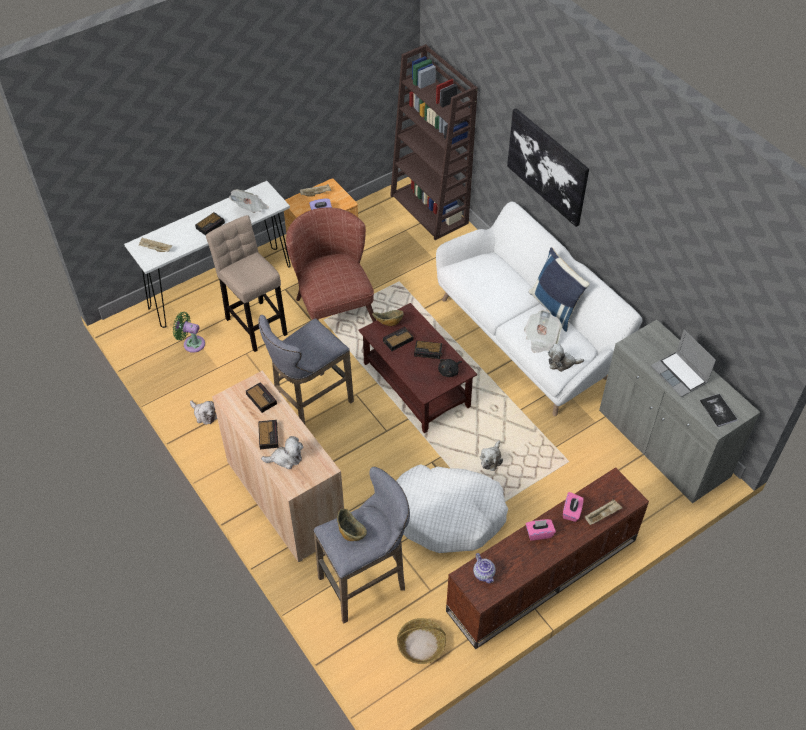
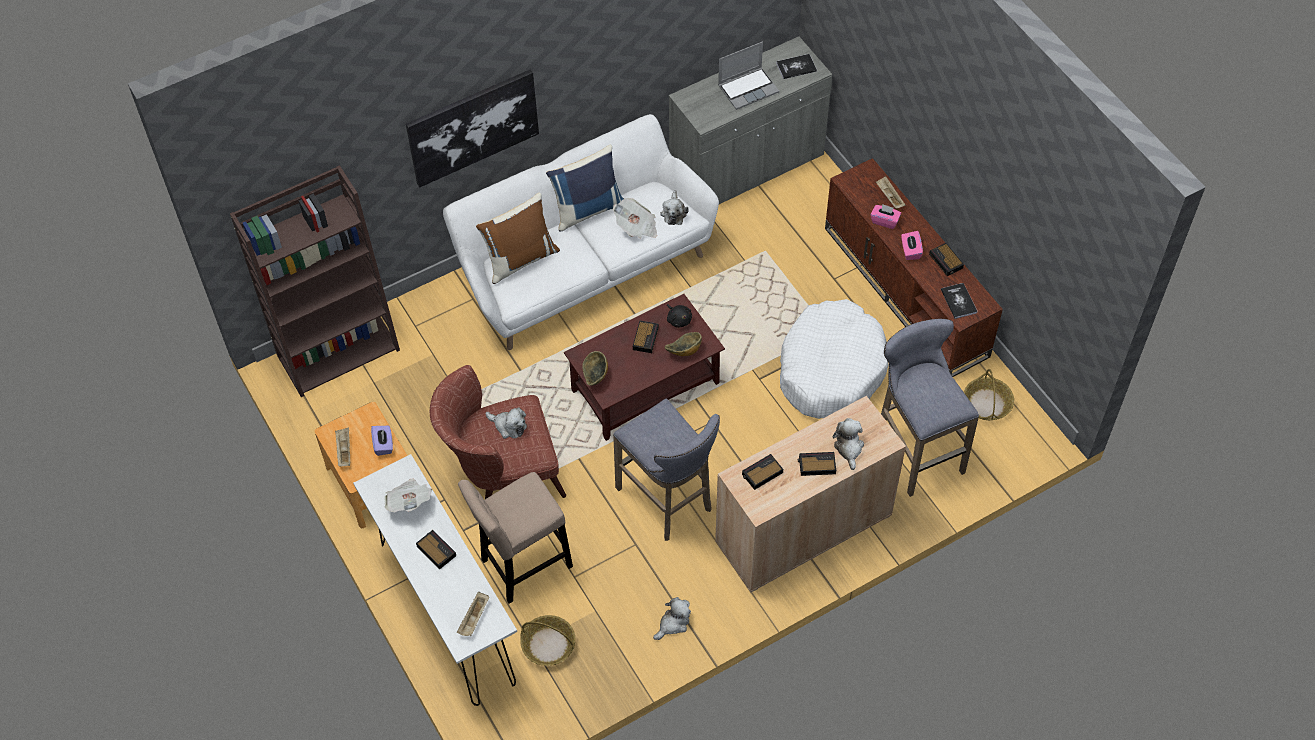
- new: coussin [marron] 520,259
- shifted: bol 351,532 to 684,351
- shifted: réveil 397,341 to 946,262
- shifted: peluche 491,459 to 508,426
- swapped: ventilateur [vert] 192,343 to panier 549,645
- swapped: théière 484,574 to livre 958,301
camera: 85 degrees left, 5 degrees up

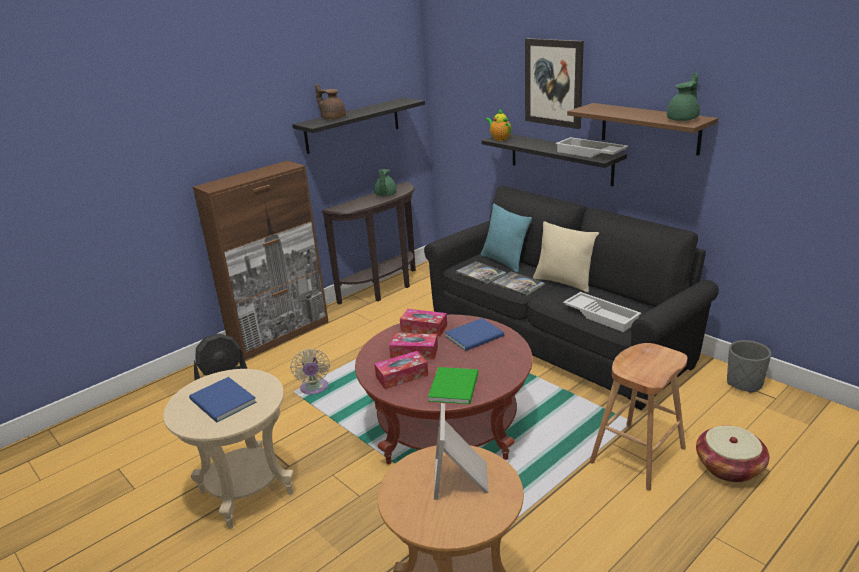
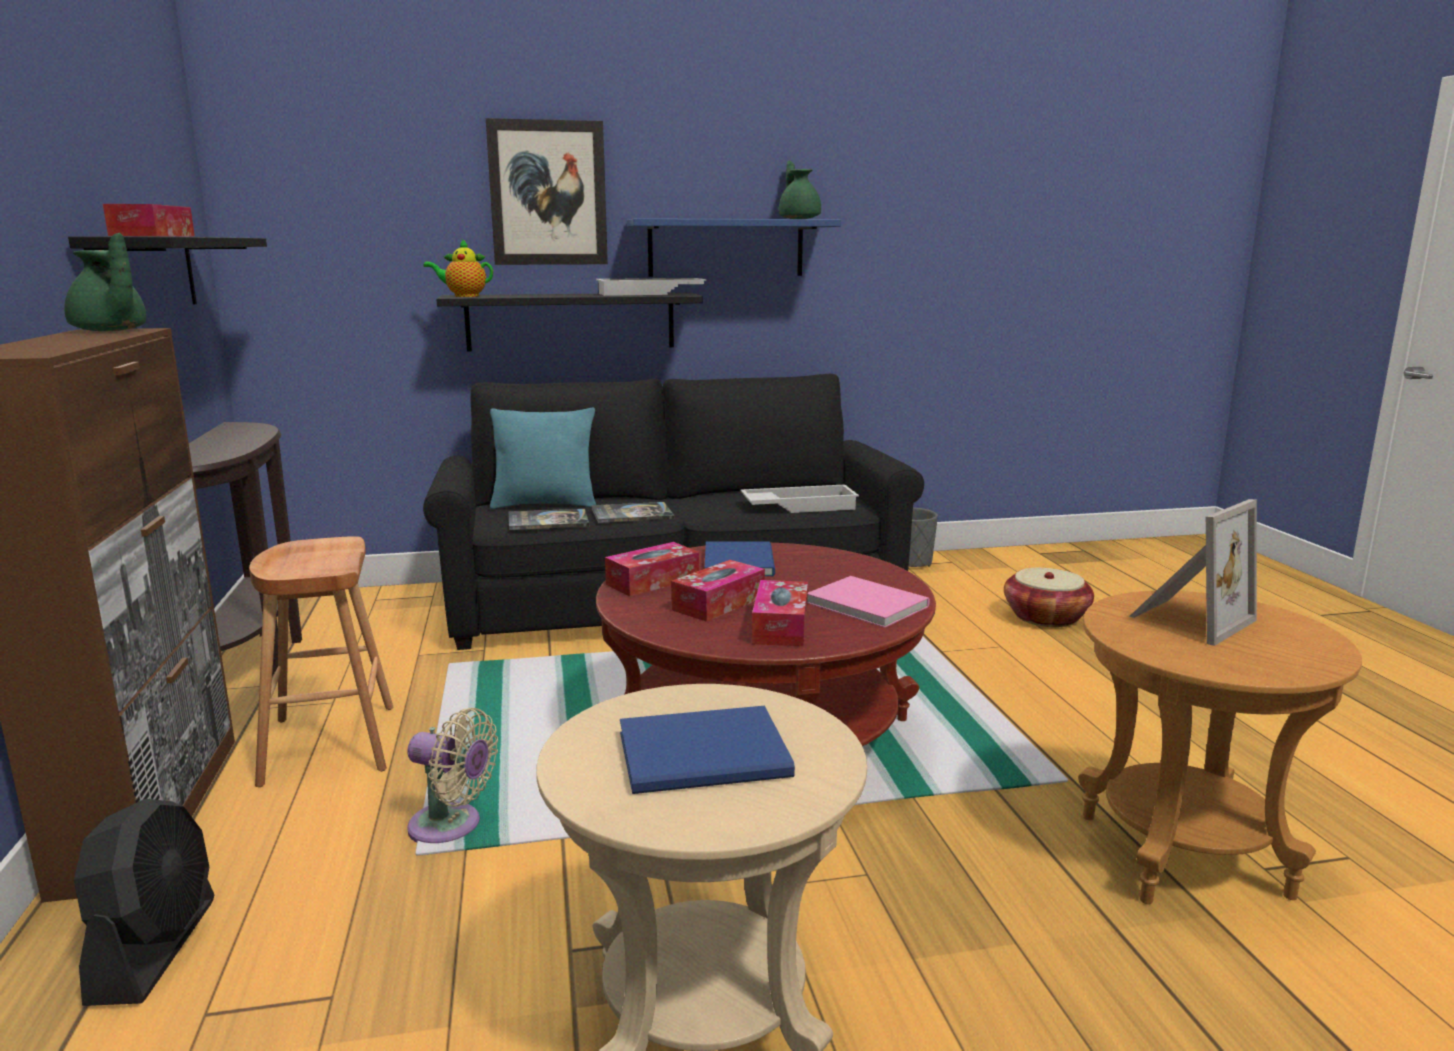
- gone: coussin [beige] 564,282
- shifted: théière [vert] 385,195 to 110,331
- shifted: tabouret [marron] 637,455 to 330,744
- swapped: théière [marron] 333,118 to boîte à mouchoirs 153,236
- repainted: livre [vert] 455,386 to livre [rose] 866,603
- repainted: étagère [marron] 649,128 to étagère [bleu] 726,248
- rotated: cadre photo 462,478 = 1187,619 75 degrees counterclockwise
camera: 60 degrees left, 10 degrees down

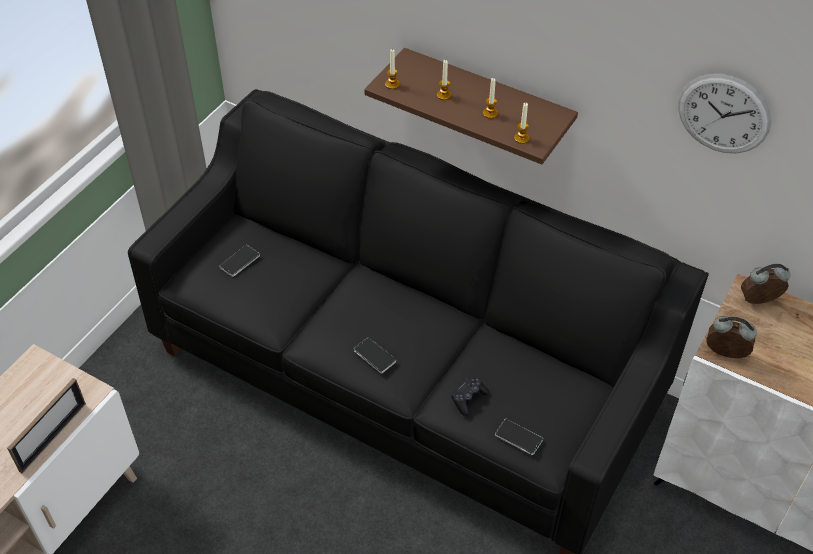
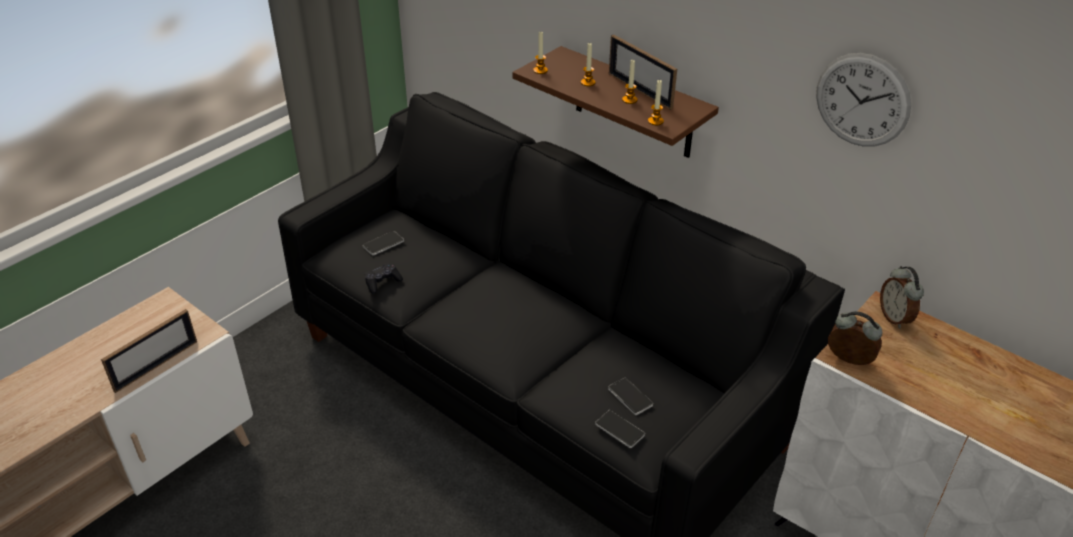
- new: cadre photo 640,90
- shifted: téléphone 374,356 to 630,397
- shifted: manette [noir] 468,398 to 382,282
- rotated: réveil 759,302 = 895,318 105 degrees counterclockwise
camera: 10 degrees right, 10 degrees down

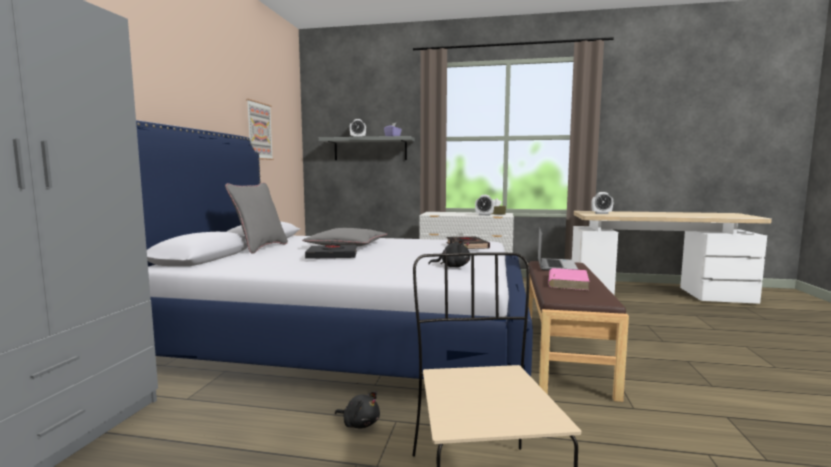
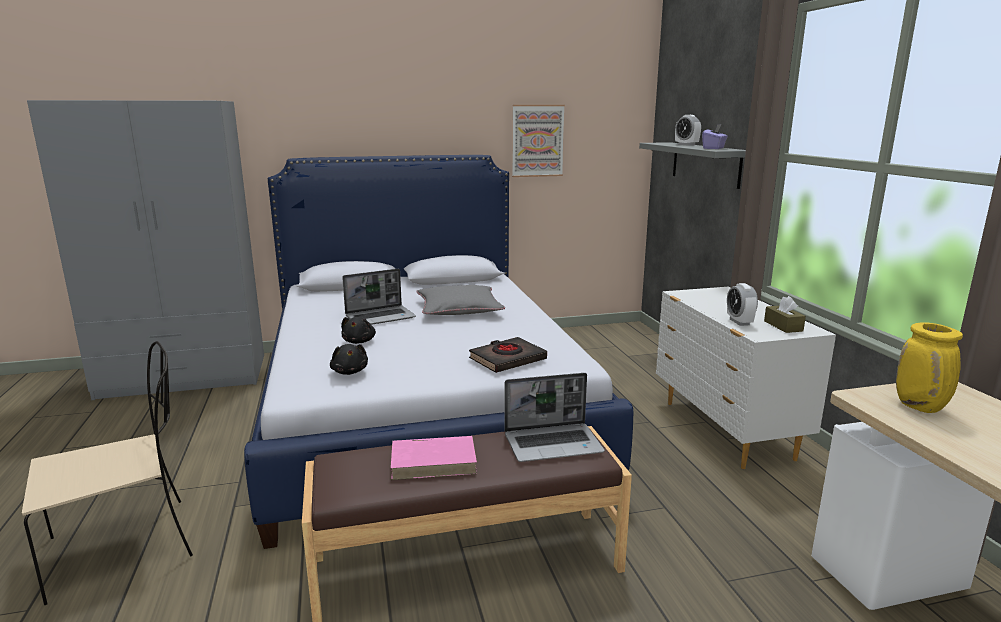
- gone: coussin [gris] 260,248
- shifted: peluche [noir] 359,423 to 359,341
- swapped: livre [noir] 332,256 to ordinateur portable 381,317
- swapped: réveil 601,213 to vase [jaune] 921,407
camera: 65 degrees right, 10 degrees up

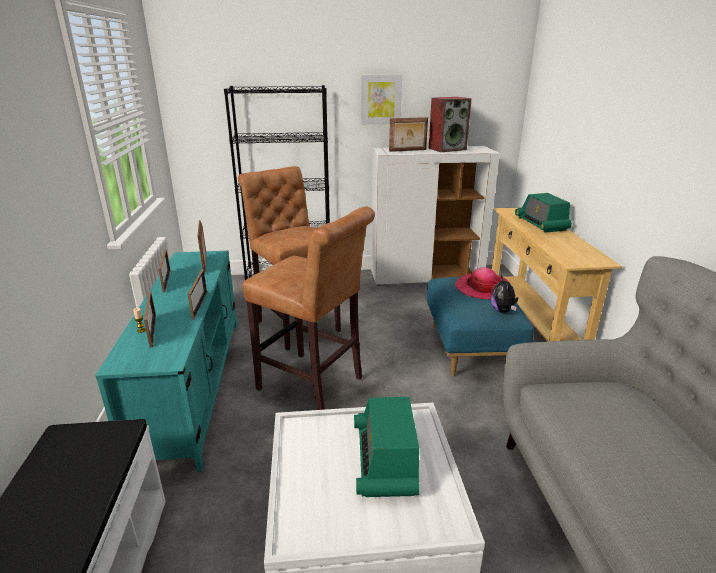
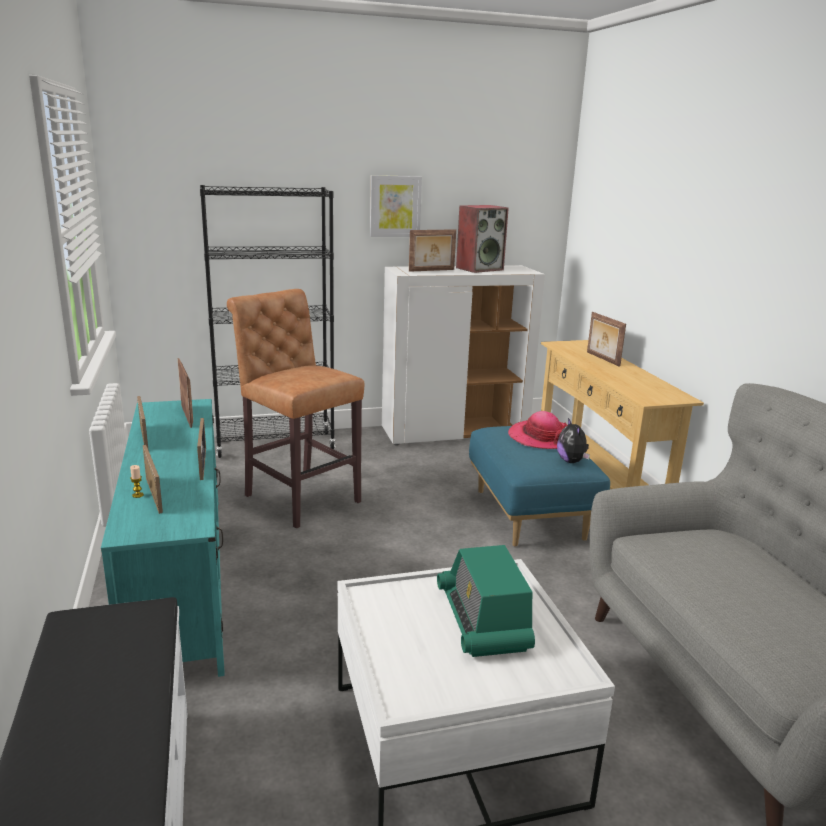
- gone: tabouret [marron] 314,385
- swapped: radio 541,224 to cadre photo 602,359
camera: 10 degrees left, 5 degrees down

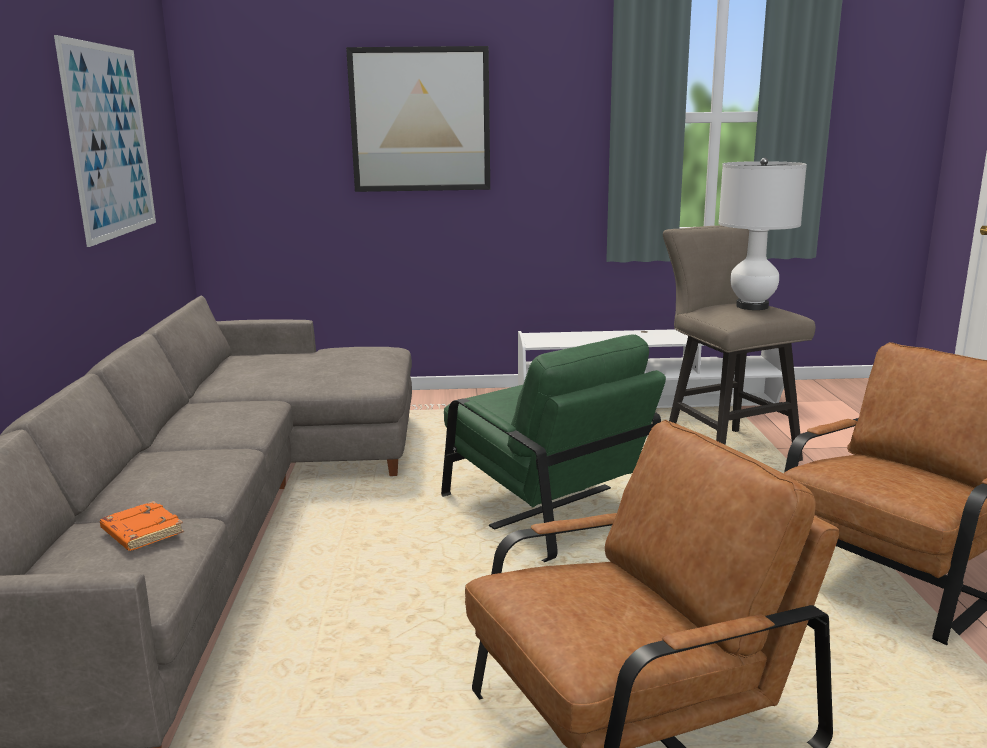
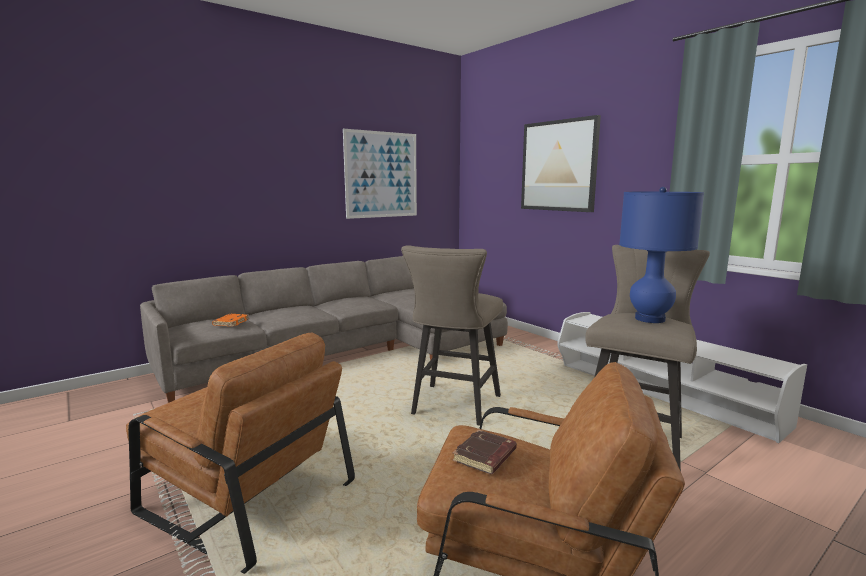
- new: livre [marron] 485,457
- swapped: fauteuil [vert] 547,505 to tabouret [beige] 453,407
- repainted: lampe de table [blanc] 752,306 to lampe de table [bleu] 649,319
camera: 55 degrees right, 5 degrees down

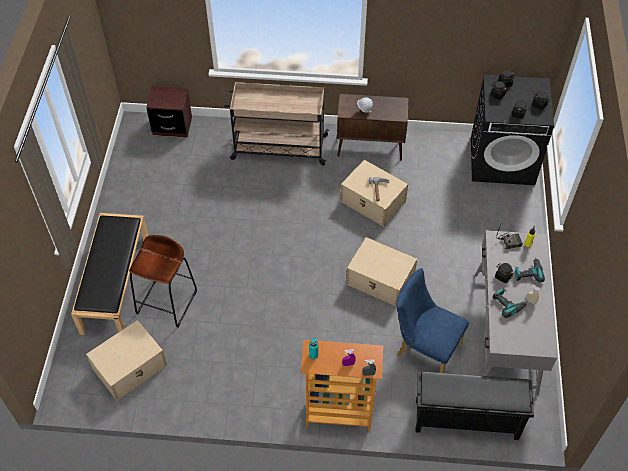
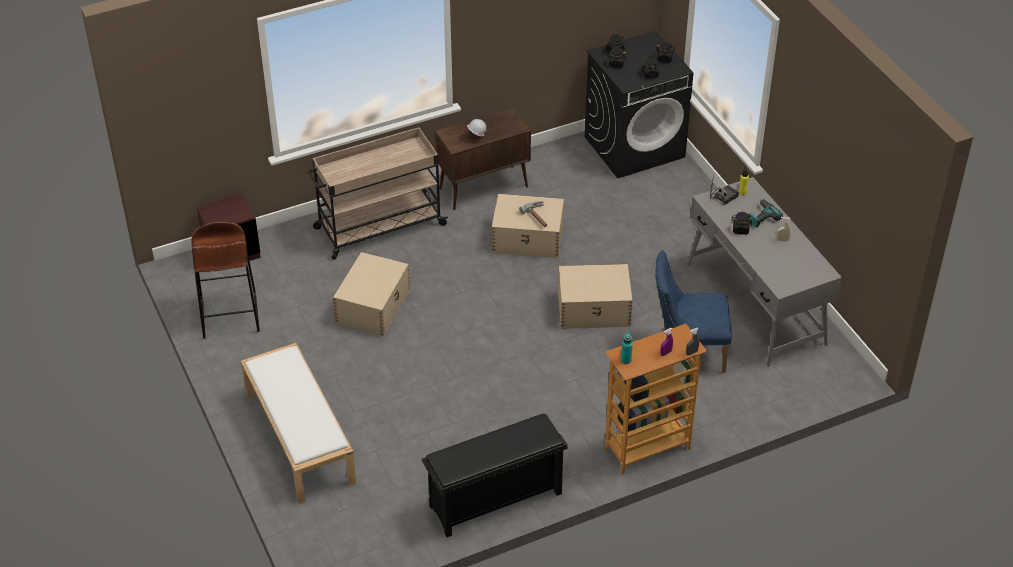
- gone: perceuse 507,304
- shifted: boîte de rangement [beige] 130,367 to 373,306
- shifted: tabouret [marron] 167,302 to 230,315
- shifted: étagère à chaussures [noir] 465,420 to 494,501
- repainted: banc [noir] 115,283 to banc [blanc] 298,437
camera: 30 degrees left, 10 degrees down

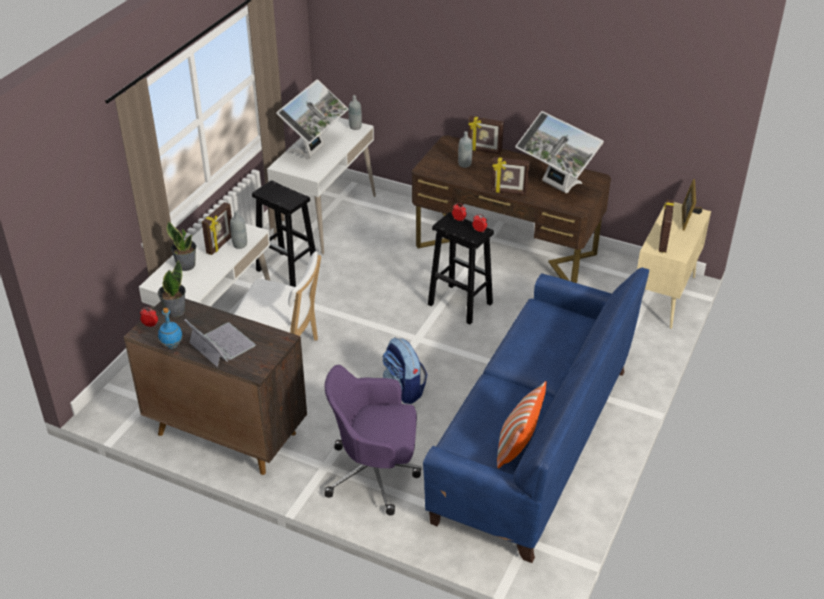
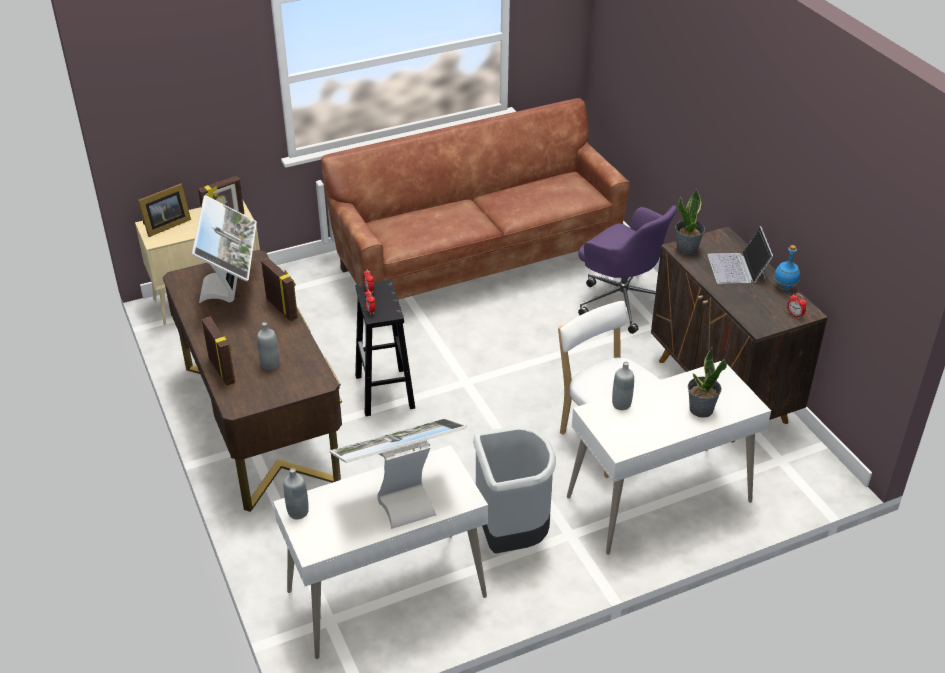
- gone: cadre photo 221,244
- gone: sac à dos 404,390
- gone: coussin 517,447
- shifted: plante en pot 174,311 to 687,249
- swapped: tabouret [noir] 288,270 to poubelle [gris] 511,537
- repainted: canapé [bleu] 534,442 to canapé [marron] 478,261
camera: 140 degrees left, 0 degrees up

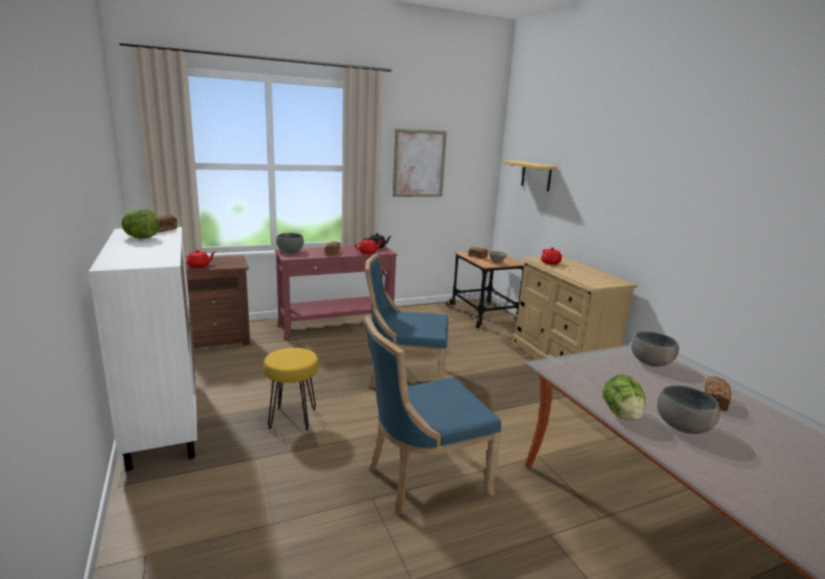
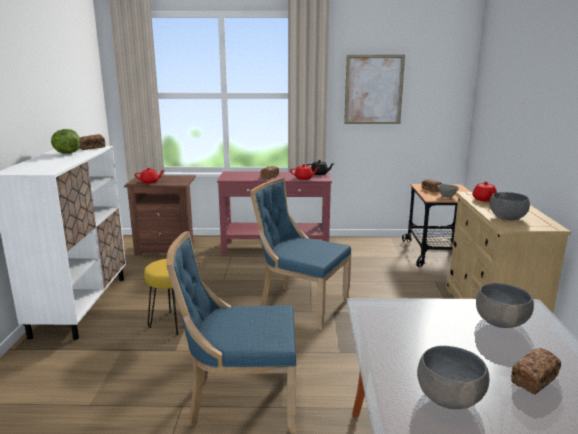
- gone: étagère 536,176
- gone: laitue 621,414
- shifted: bol [gris] 290,251 to 507,217
camera: 25 degrees right, 0 degrees up

